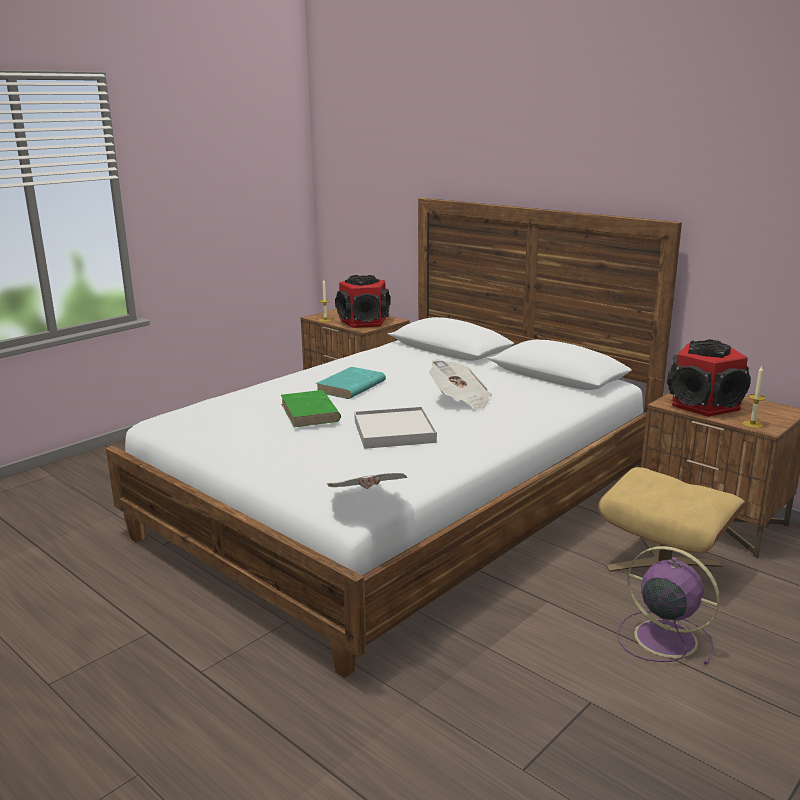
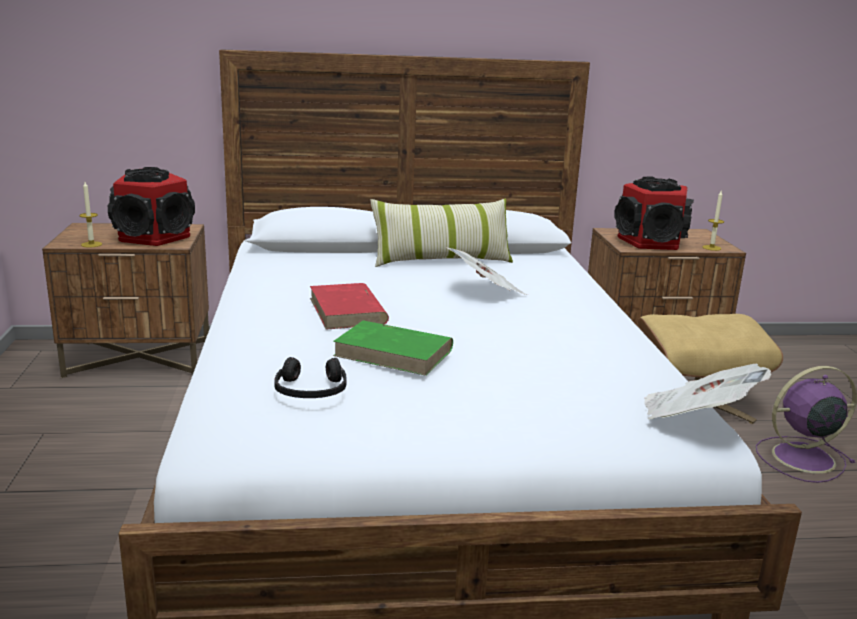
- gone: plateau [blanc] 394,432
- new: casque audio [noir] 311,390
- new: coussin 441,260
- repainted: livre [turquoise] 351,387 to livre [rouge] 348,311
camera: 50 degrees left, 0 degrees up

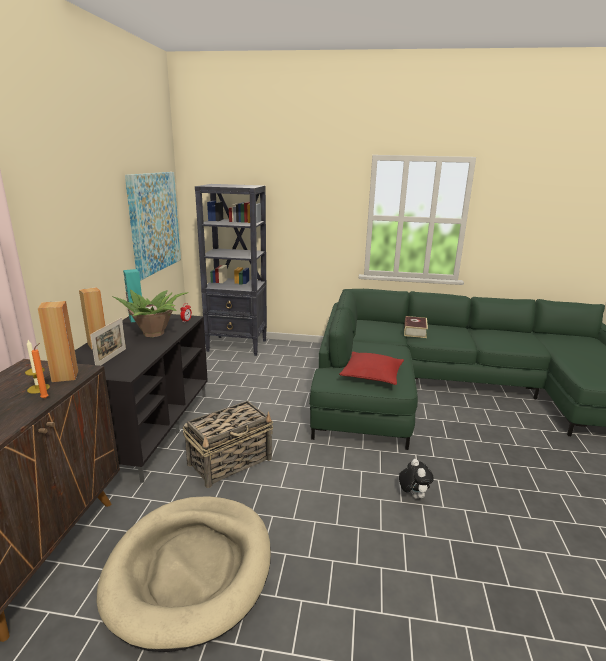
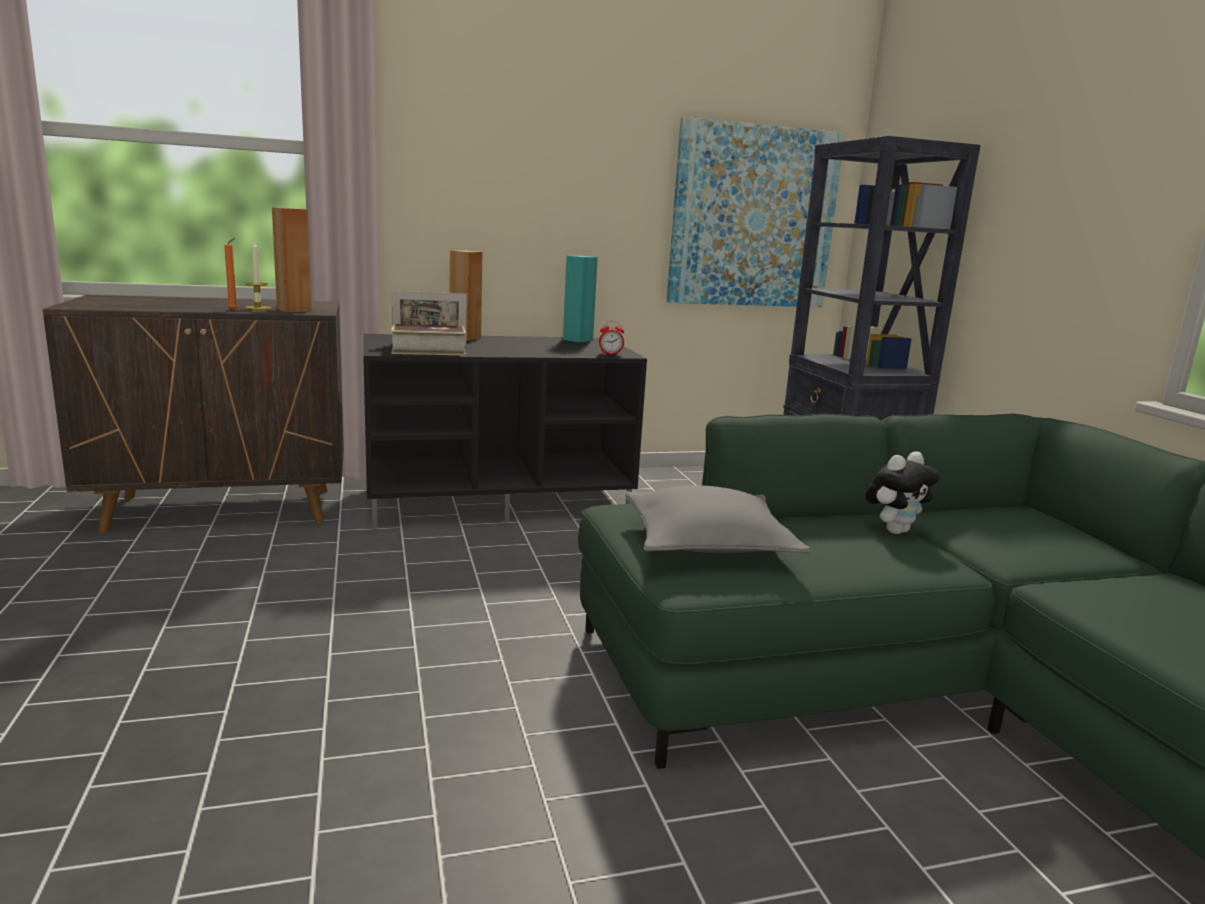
- gone: panier pour chien [beige] 190,569
- gone: plante en pot 154,333
- gone: panier 231,461
- shifted: peluche 413,495 to 894,530
- shifted: livre 415,331 to 428,350
- repainted: coussin [rouge] 372,375 to coussin [gris] 708,543
camera: 65 degrees right, 5 degrees down

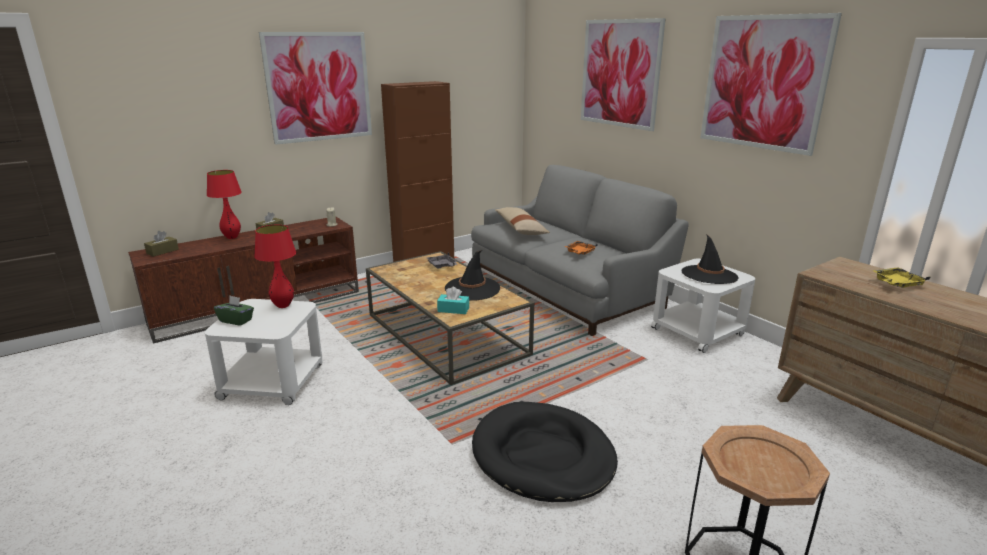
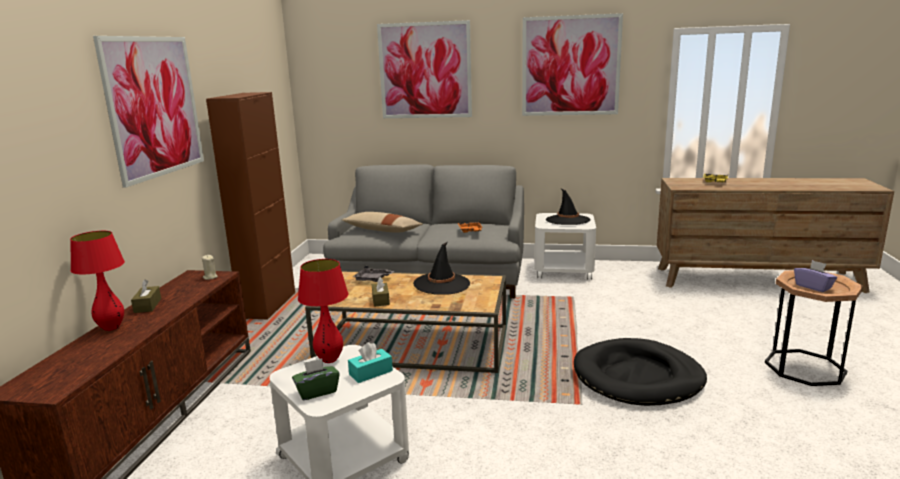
- new: boîte à mouchoirs [violet] 813,287
- shifted: boîte à mouchoirs [marron] 162,251 to 380,300
- shifted: boîte à mouchoirs [turquoise] 453,310 to 371,373
camera: 45 degrees left, 5 degrees down

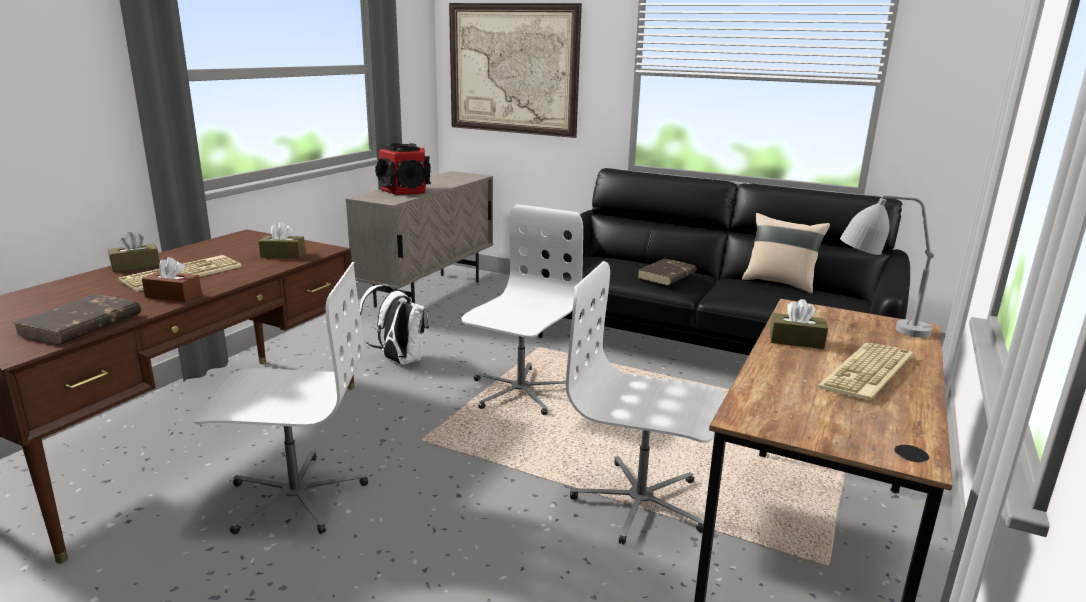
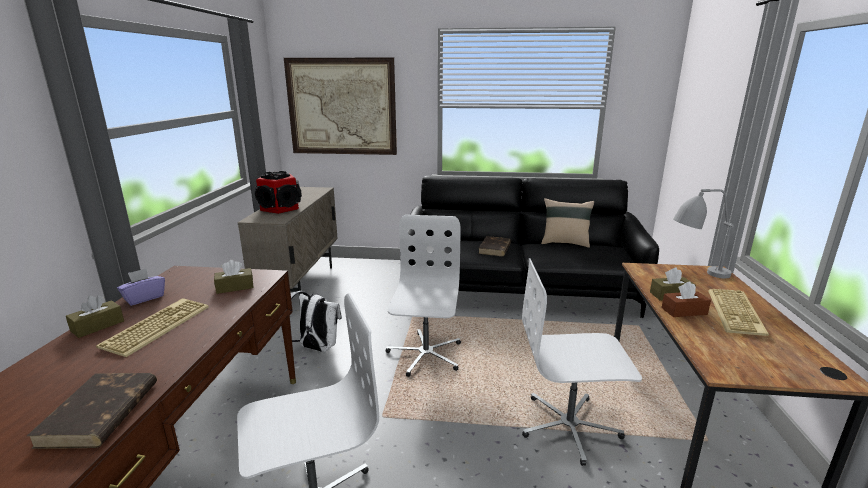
- new: boîte à mouchoirs [violet] 144,298
- shifted: boîte à mouchoirs [marron] 173,295 to 684,311
camera: 20 degrees left, 0 degrees up

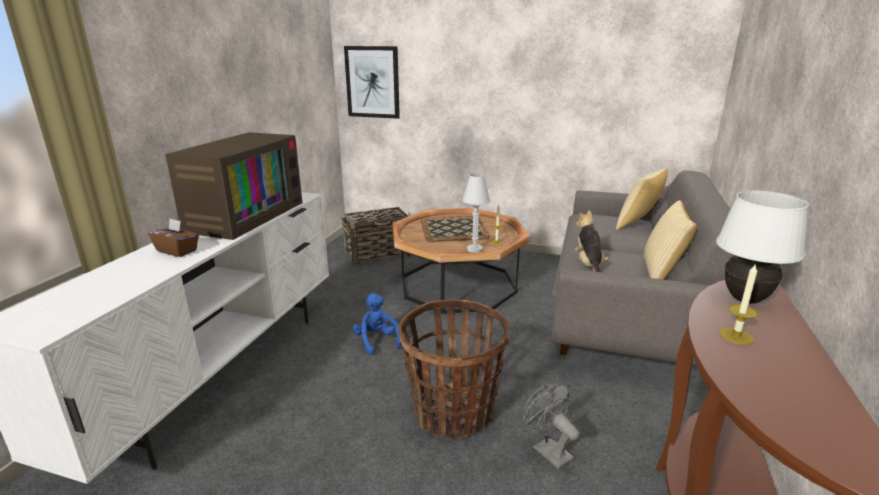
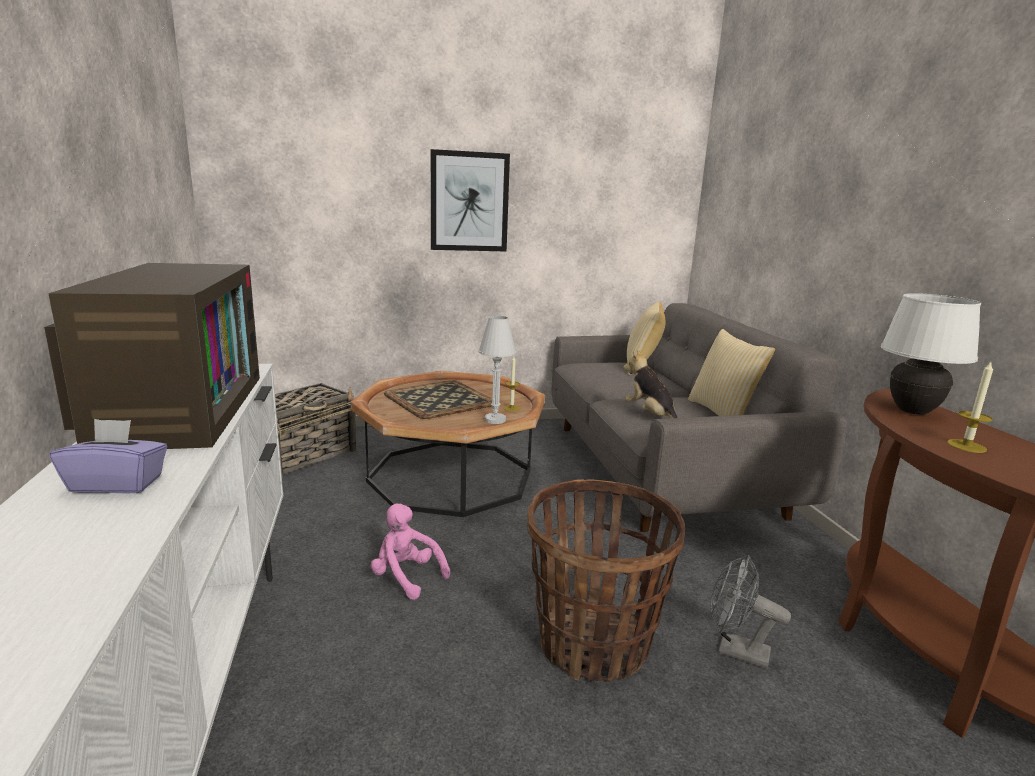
- shifted: tableau 372,82 to 469,202
- repainted: boîte à mouchoirs [marron] 177,251 to boîte à mouchoirs [violet] 117,484
- repainted: peluche [bleu] 377,341 to peluche [rose] 406,577
camera: 30 degrees left, 5 degrees down

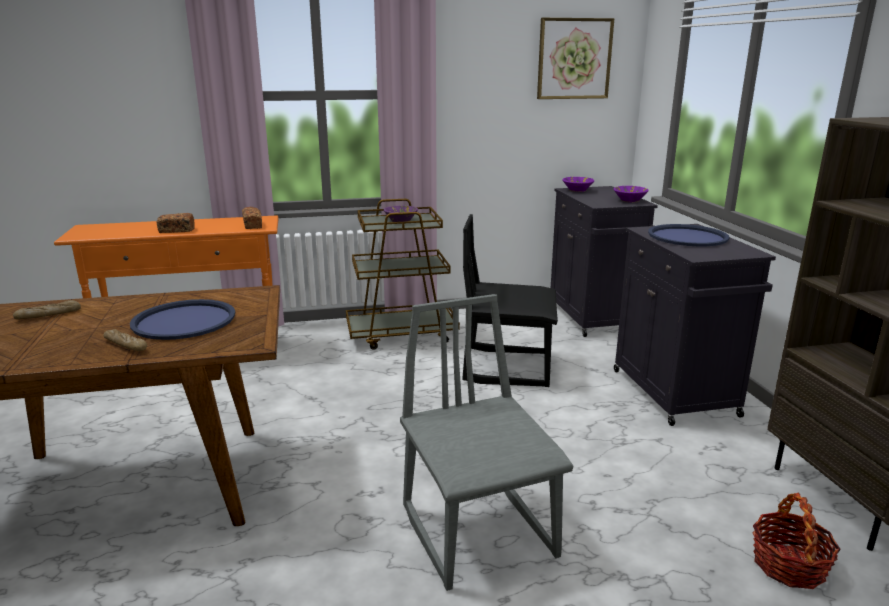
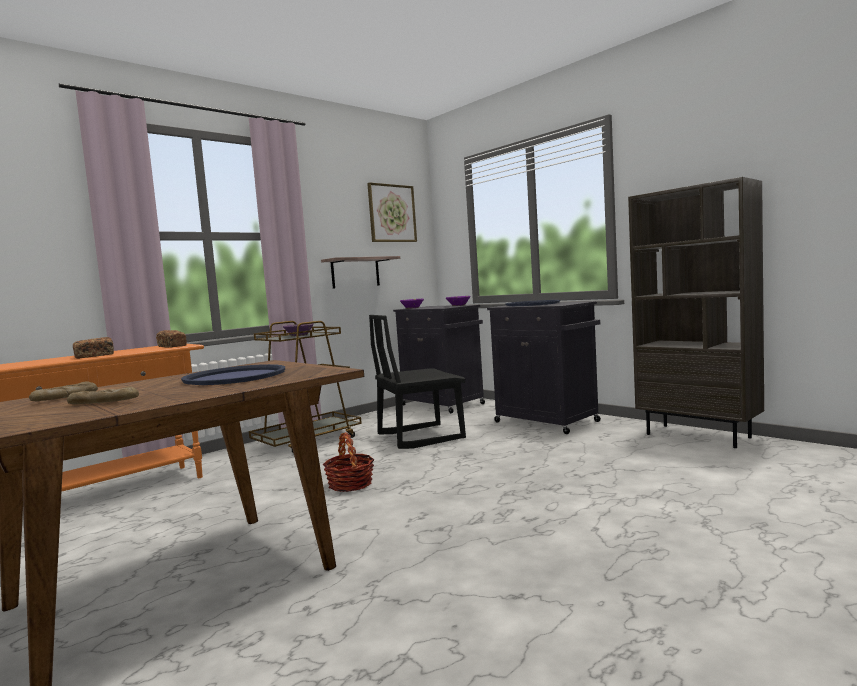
- gone: chaise [gris] 479,531
- new: étagère 355,272
- shifted: pain 126,346 to 103,403
- shifted: panier 788,565 to 350,484
camera: 30 degrees left, 15 degrees down

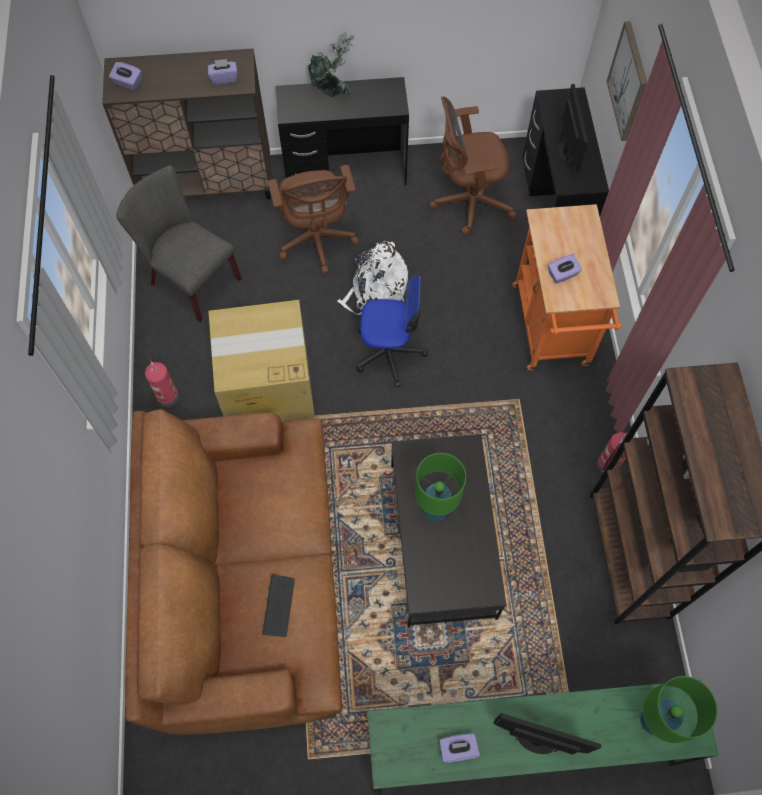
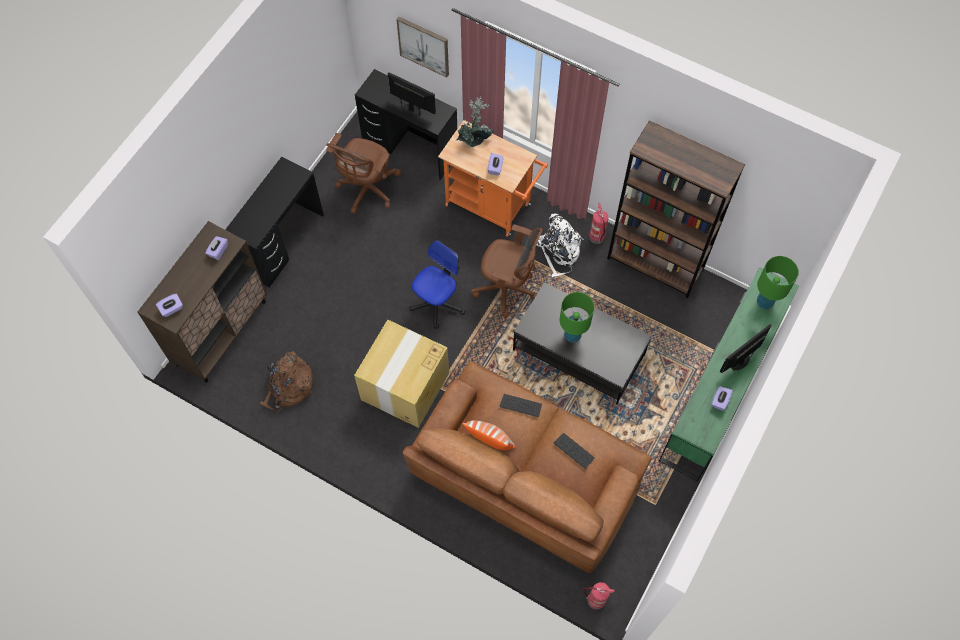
- new: coussin 490,442
- new: clavier 521,405
- shifted: extincteur 167,396 to 595,600
- shifted: chaise de bureau [marron] 317,241 to 507,289
- shifted: plante en pot 333,90 to 475,140
- shifted: sac à dos [blanc] 375,290 to 559,251
- swapped: chaise [gris] 190,279 to sac à dos [marron] 288,387
camera: 55 degrees left, 0 degrees up

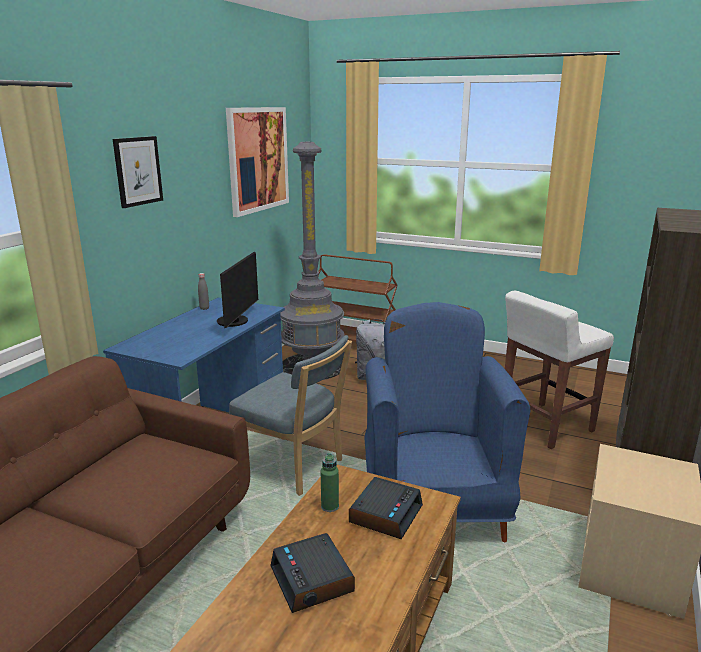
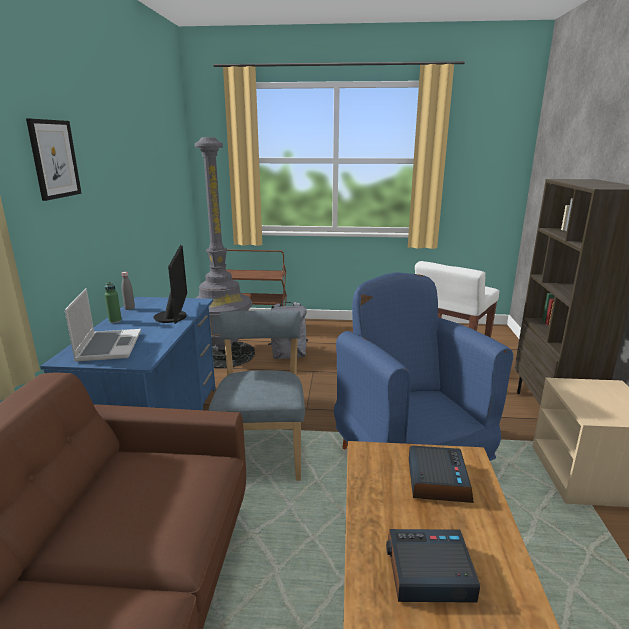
- gone: tableau 258,159
- new: ordinateur portable 108,346
- shifted: bouteille [vert] 330,506 to 115,321
- rotated: chaise [bleu] 294,467 = 263,452 105 degrees counterclockwise
- rotated: réveil 313,580 = 428,572 135 degrees clockwise
camera: 20 degrees left, 0 degrees up

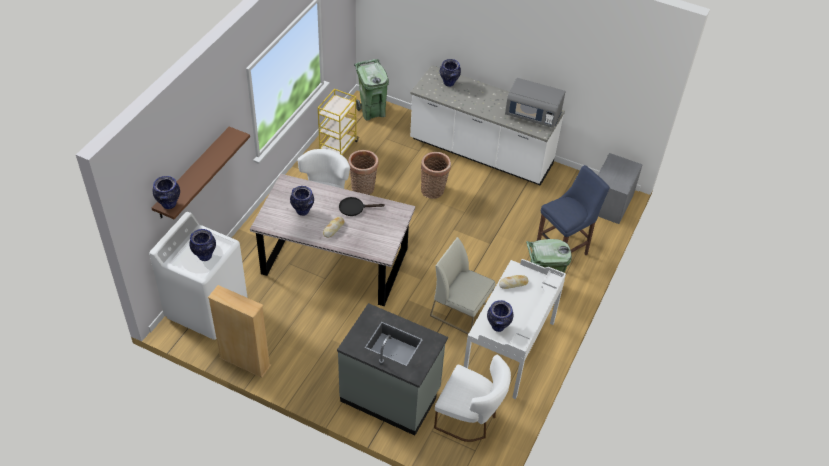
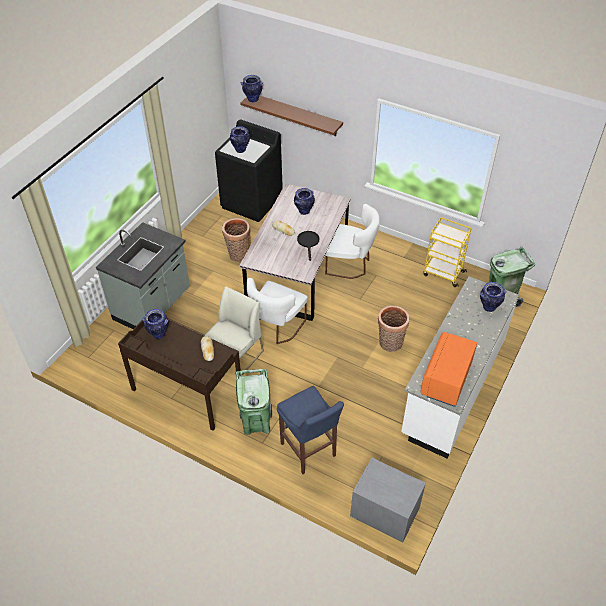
- gone: bibliothèque [beige] 245,362
- shifted: panier 363,189 to 238,255
- shifted: chaise [blanc] 470,419 to 276,327
- repainted: lave-linge [blanc] 207,308 to lave-linge [noir] 252,202
- repainted: bureau [blanc] 510,349 to bureau [marron] 186,391
- repainted: micro-ondes [gris] 533,115 to micro-ondes [orange] 446,379
camera: 95 degrees right, 0 degrees up

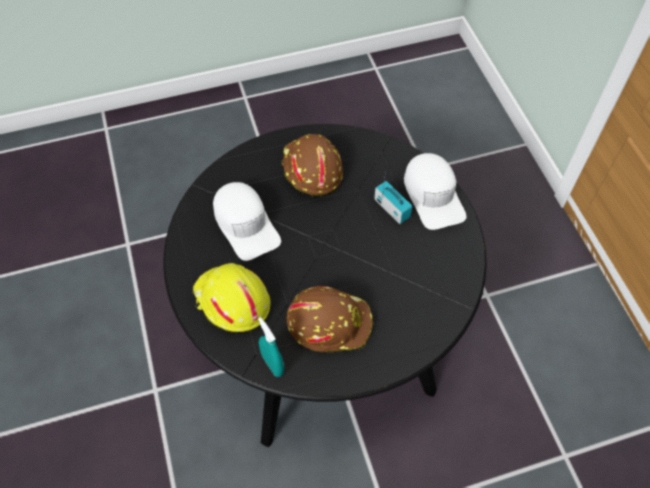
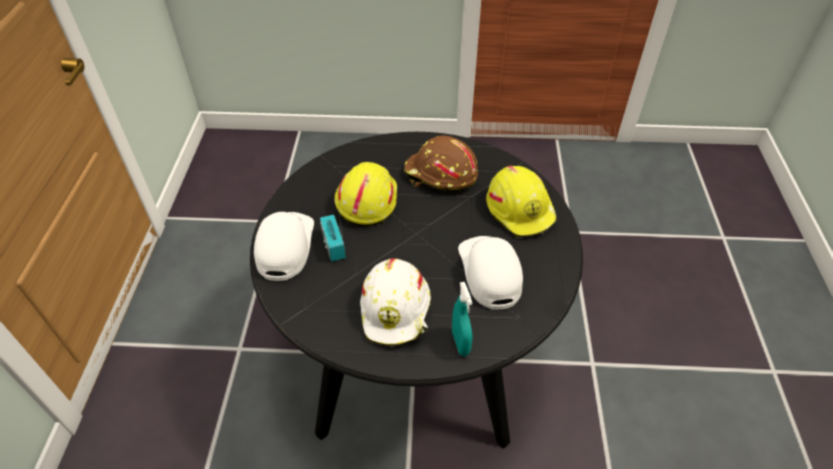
- new: casque de chantier [jaune] 366,200
- shifted: vaporisateur [turquoise] 272,364 to 460,343
- repainted: casque de chantier [marron] 311,170 to casque de chantier [blanc] 396,310
camera: 160 degrees left, 10 degrees down

